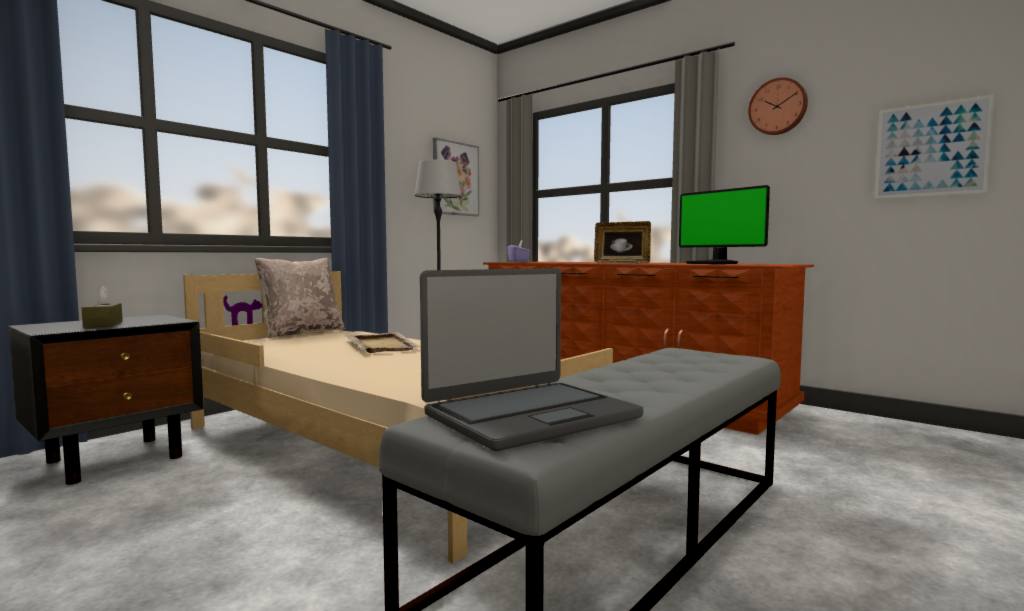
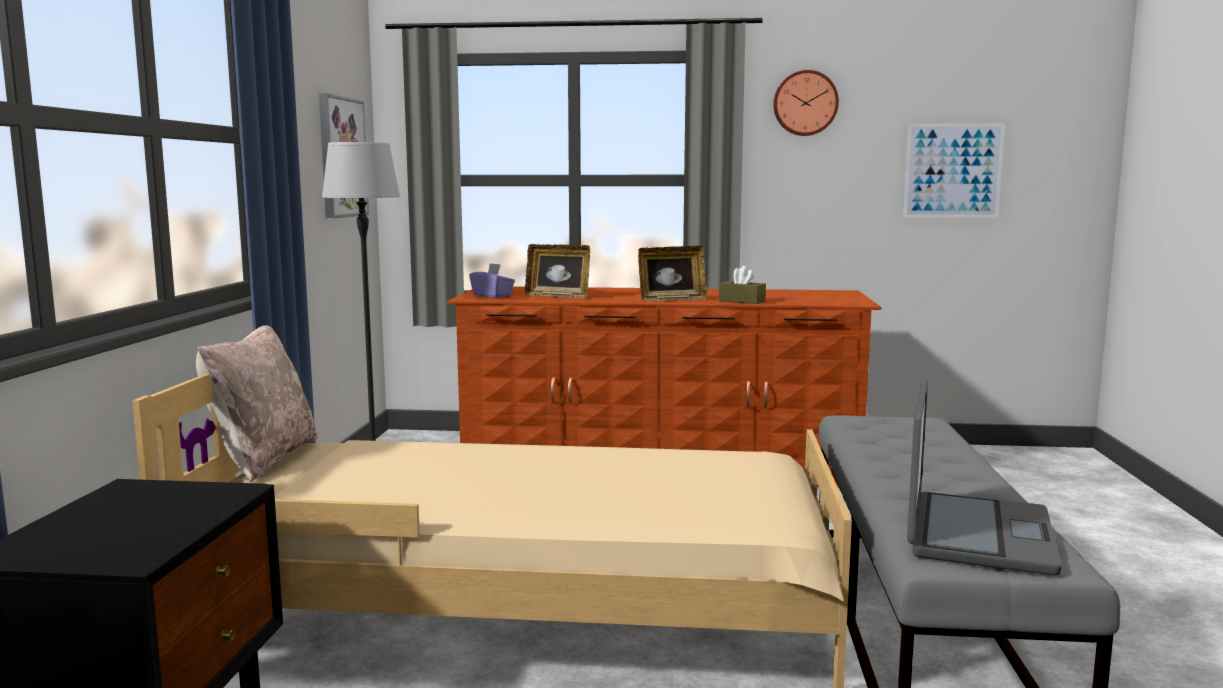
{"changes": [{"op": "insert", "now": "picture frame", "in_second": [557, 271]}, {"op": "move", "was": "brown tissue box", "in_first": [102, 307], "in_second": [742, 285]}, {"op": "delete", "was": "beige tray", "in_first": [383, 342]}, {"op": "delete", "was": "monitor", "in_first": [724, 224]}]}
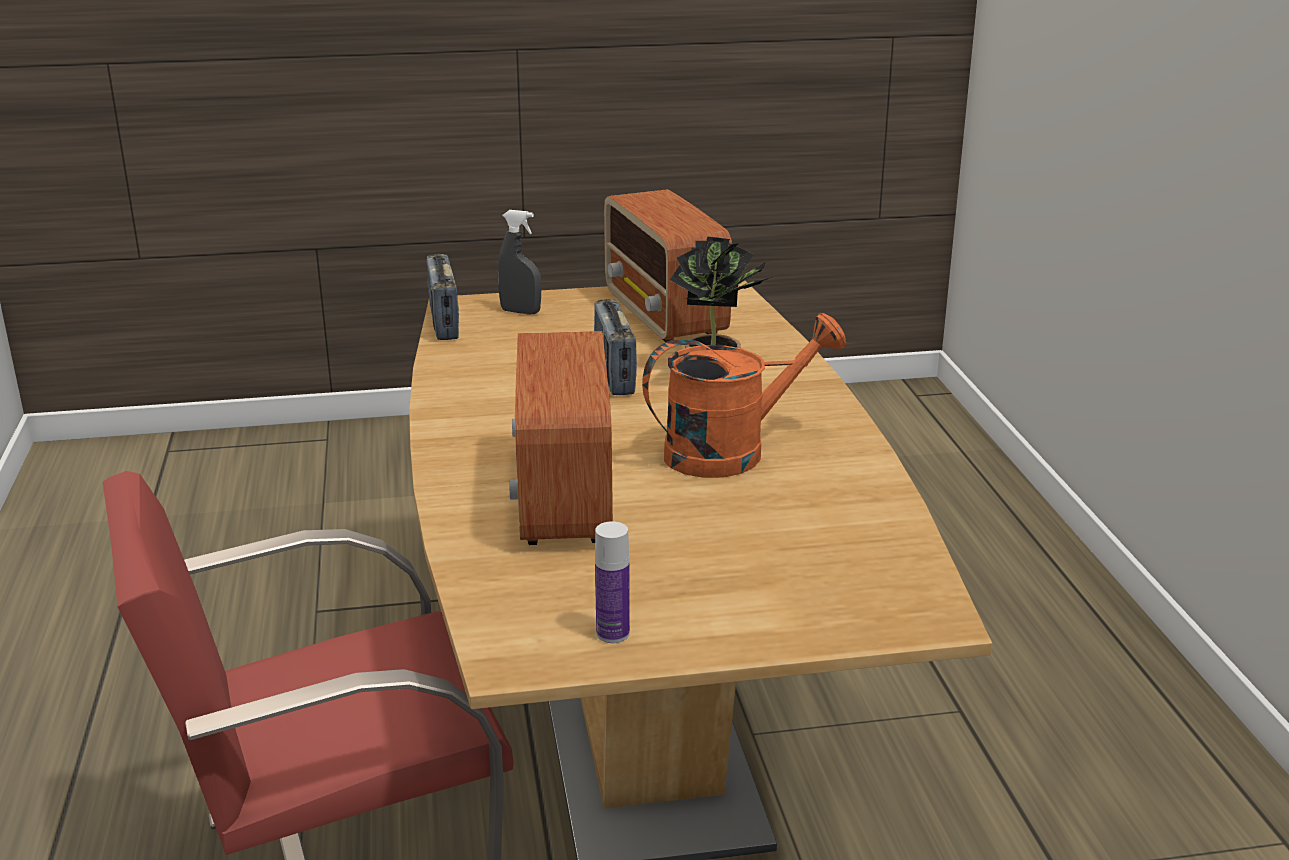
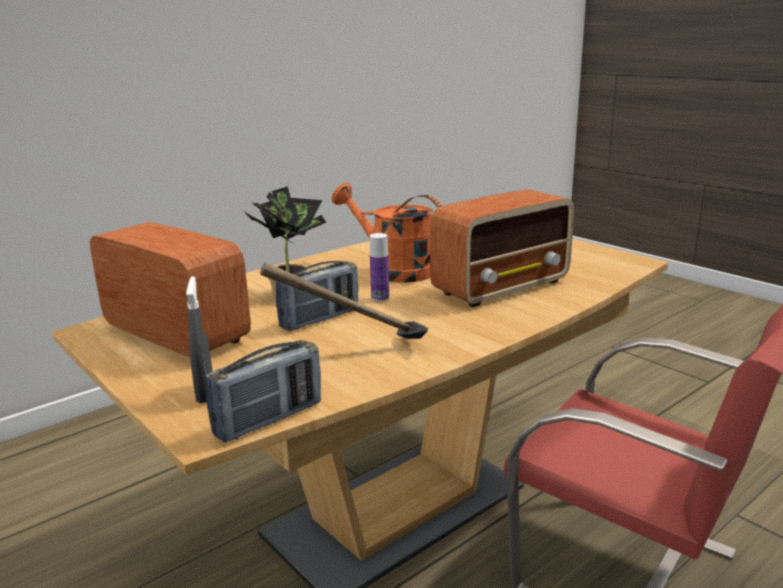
{"changes": [{"op": "rotate", "was": "radio", "in_first": [668, 265], "in_second": [170, 289], "clockwise": -90}, {"op": "insert", "now": "hammer", "in_second": [344, 300]}, {"op": "move", "was": "bottle", "in_first": [612, 582], "in_second": [379, 267]}]}
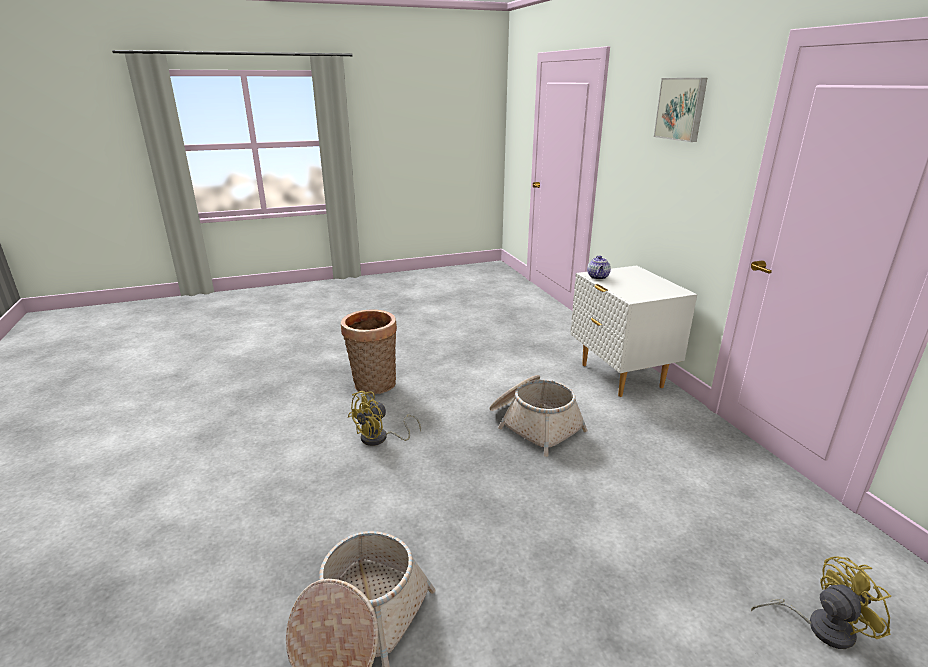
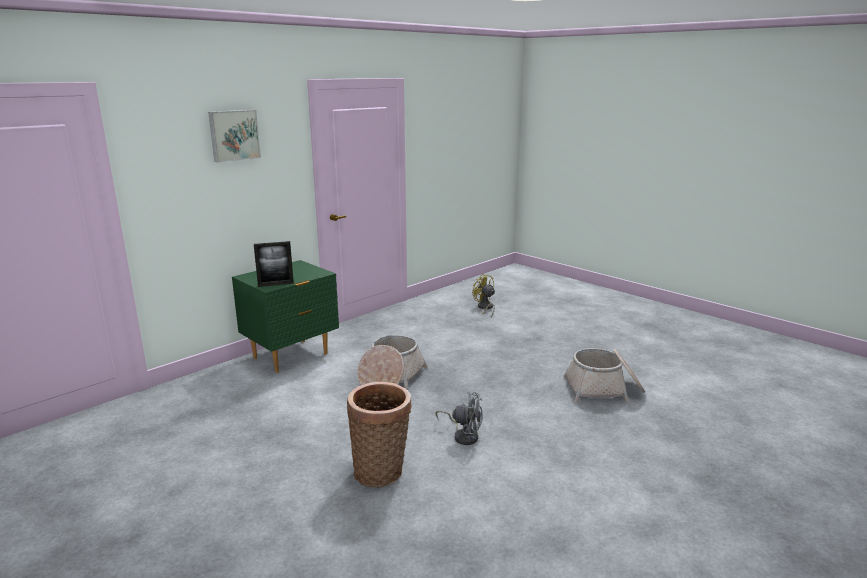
{"changes": [{"op": "recolor", "was": "white nightstand", "now": "green nightstand", "in_first": [634, 331], "in_second": [285, 316]}, {"op": "replace", "was": "teapot", "now": "picture frame", "in_first": [599, 268], "in_second": [274, 264]}, {"op": "recolor", "was": "yellow fan", "now": "grey fan", "in_first": [384, 418], "in_second": [459, 418]}]}
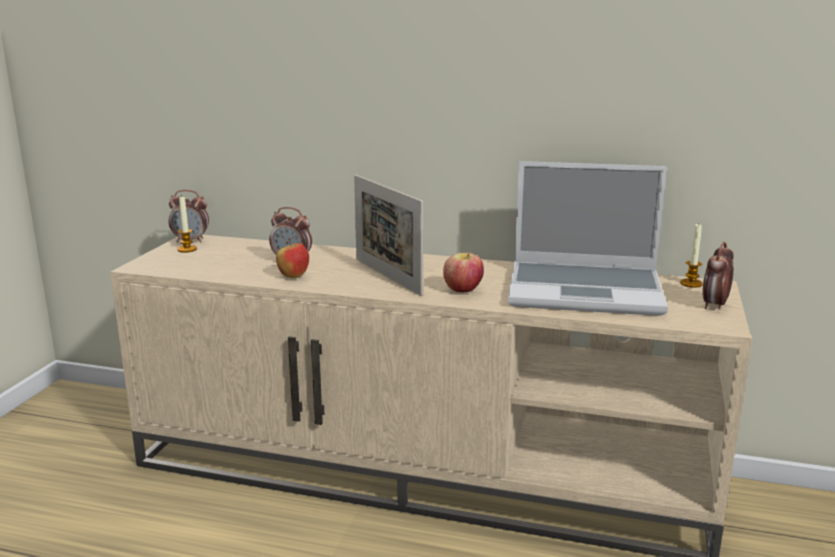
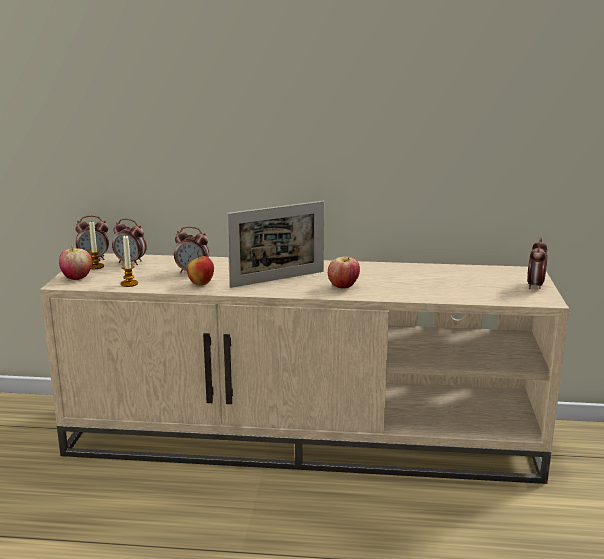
{"changes": [{"op": "insert", "now": "apple", "in_second": [75, 262]}, {"op": "insert", "now": "alarm clock", "in_second": [129, 242]}, {"op": "move", "was": "candle", "in_first": [691, 256], "in_second": [129, 261]}, {"op": "rotate", "was": "picture frame", "in_first": [388, 235], "in_second": [275, 244], "clockwise": -75}, {"op": "delete", "was": "laptop", "in_first": [588, 238]}]}
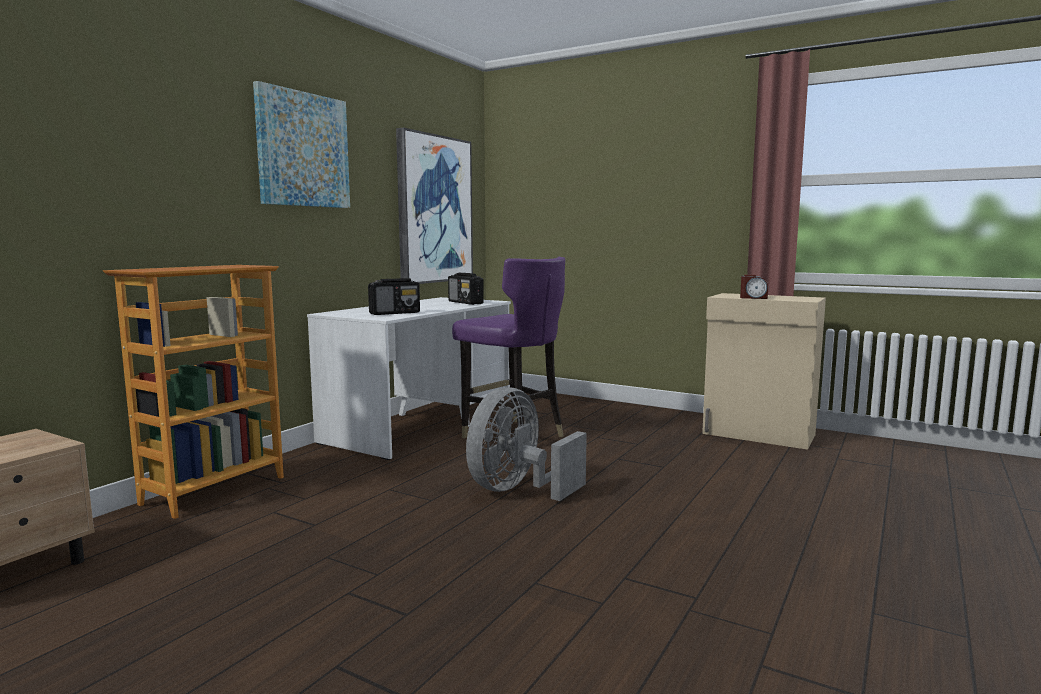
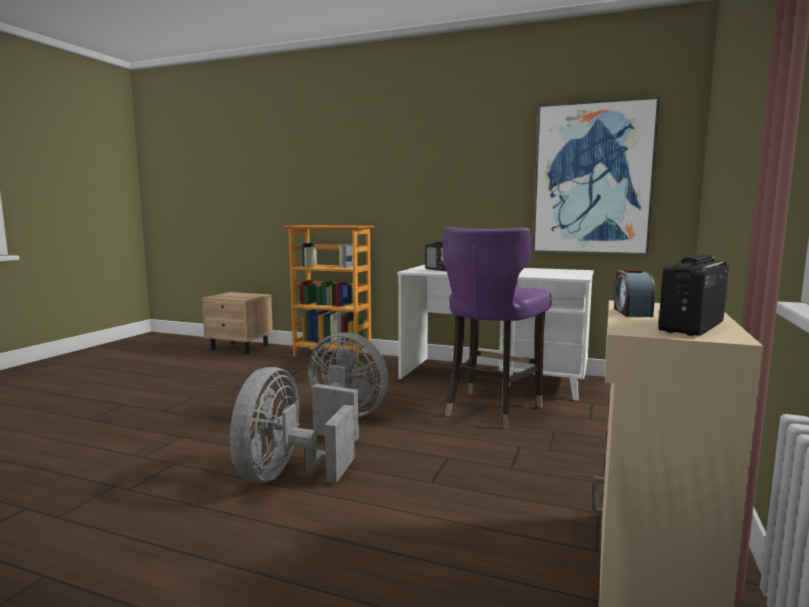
{"changes": [{"op": "insert", "now": "grey fan", "in_second": [292, 425]}, {"op": "move", "was": "radio", "in_first": [466, 289], "in_second": [693, 295]}, {"op": "delete", "was": "picture", "in_first": [301, 144]}]}
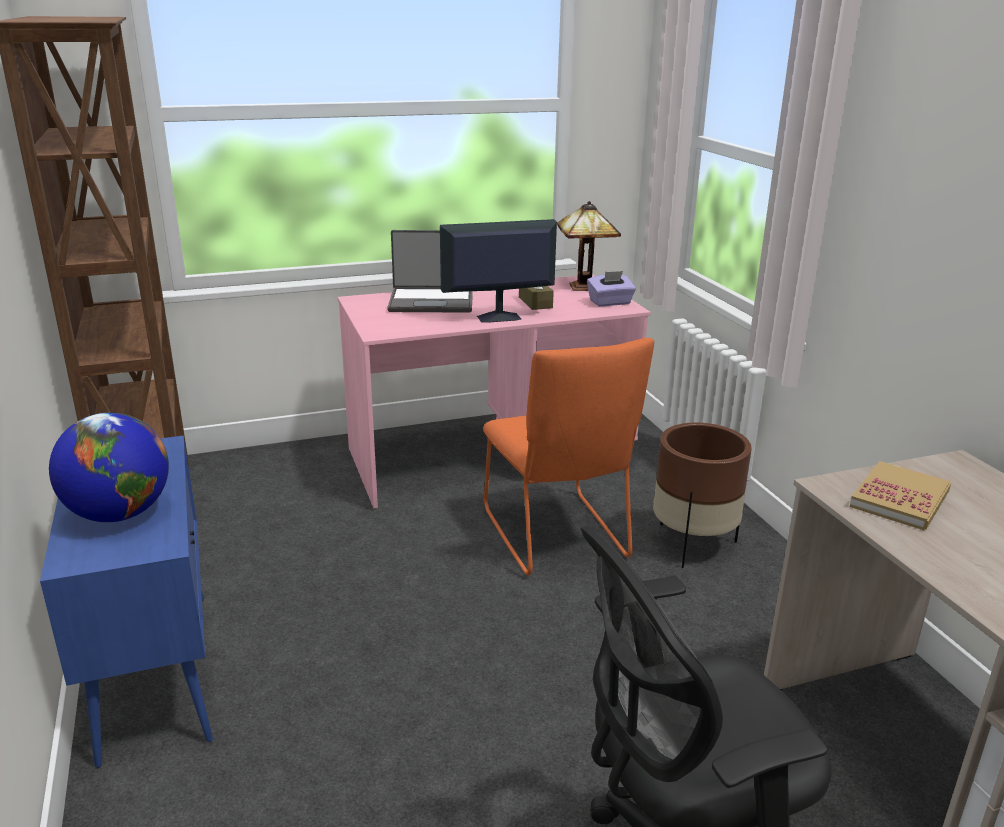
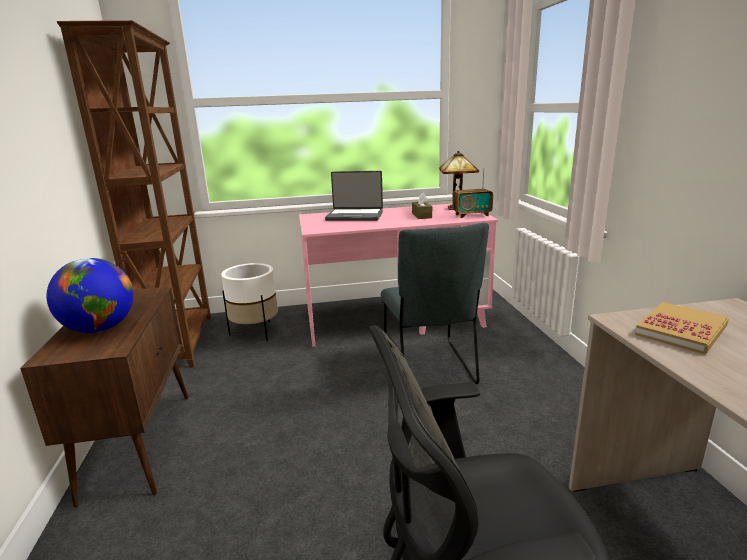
{"changes": [{"op": "recolor", "was": "blue cabinet", "now": "brown cabinet", "in_first": [126, 601], "in_second": [104, 396]}, {"op": "insert", "now": "white planter", "in_second": [249, 302]}, {"op": "recolor", "was": "orange chair", "now": "grey chair", "in_first": [568, 457], "in_second": [435, 303]}, {"op": "replace", "was": "purple tissue box", "now": "radio", "in_first": [611, 289], "in_second": [472, 193]}, {"op": "delete", "was": "monitor", "in_first": [498, 271]}, {"op": "delete", "was": "brown planter", "in_first": [702, 495]}]}
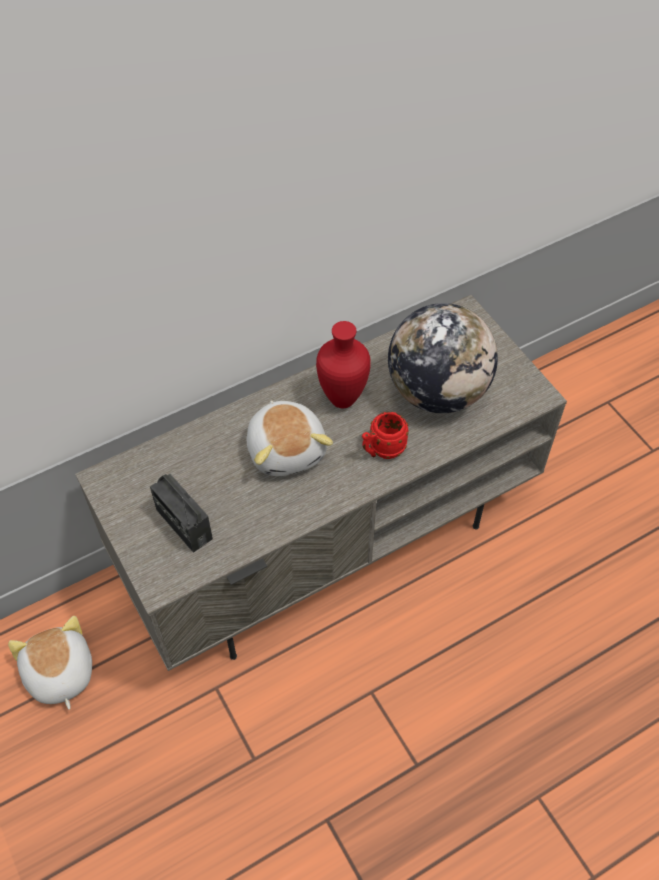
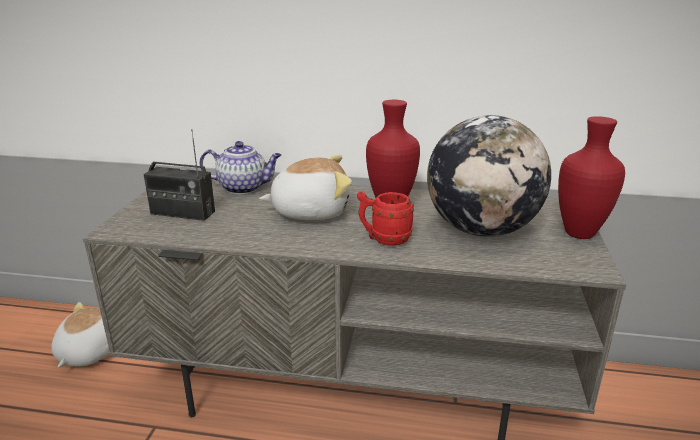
{"changes": [{"op": "rotate", "was": "radio", "in_first": [181, 513], "in_second": [179, 175], "clockwise": -75}, {"op": "insert", "now": "teapot", "in_second": [240, 167]}, {"op": "rotate", "was": "plush toy", "in_first": [290, 438], "in_second": [305, 187], "clockwise": -120}, {"op": "insert", "now": "red vase", "in_second": [591, 177]}]}
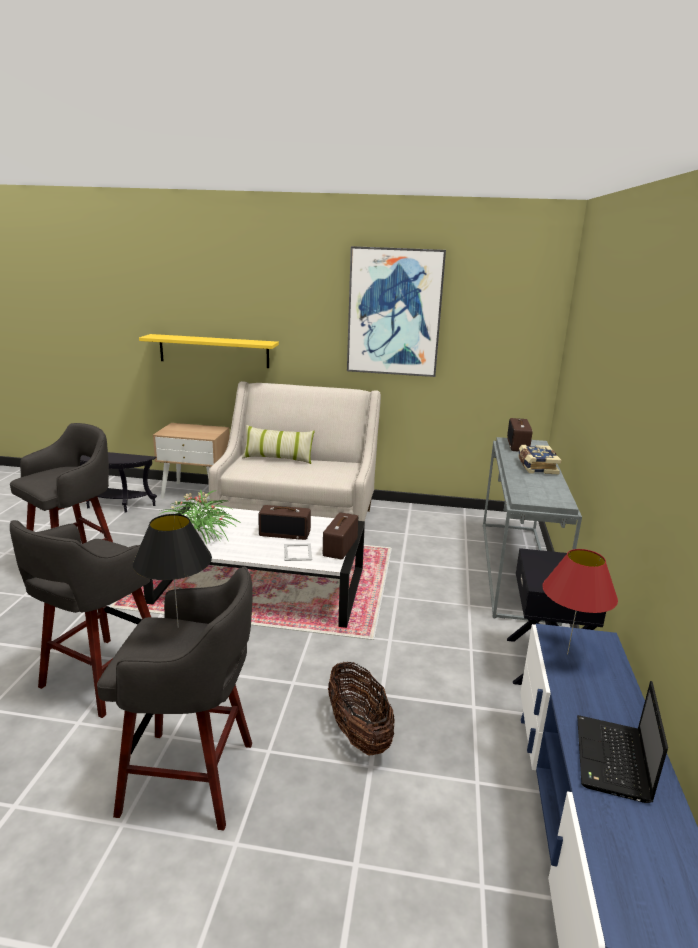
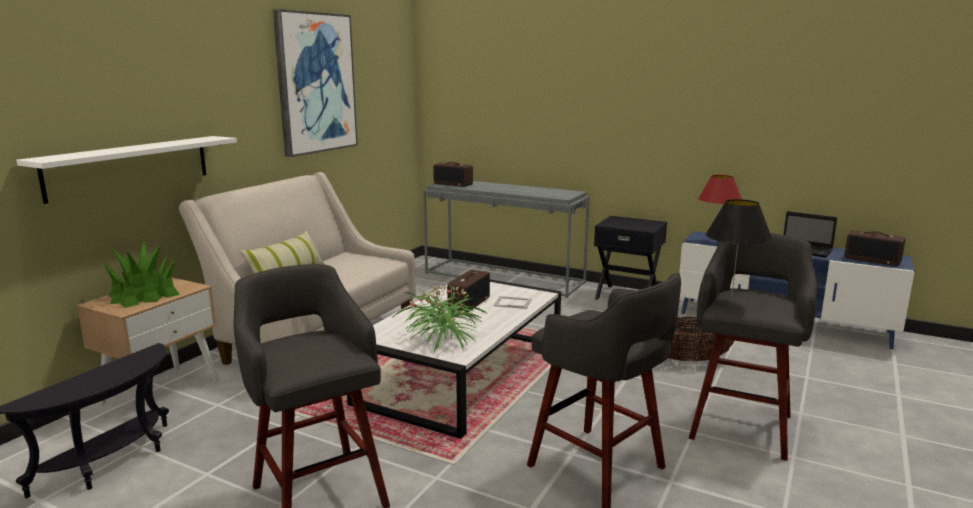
{"changes": [{"op": "recolor", "was": "yellow shelf", "now": "white shelf", "in_first": [209, 351], "in_second": [126, 170]}, {"op": "insert", "now": "potted plant", "in_second": [141, 274]}, {"op": "move", "was": "radio", "in_first": [340, 536], "in_second": [875, 248]}, {"op": "delete", "was": "book", "in_first": [540, 459]}]}
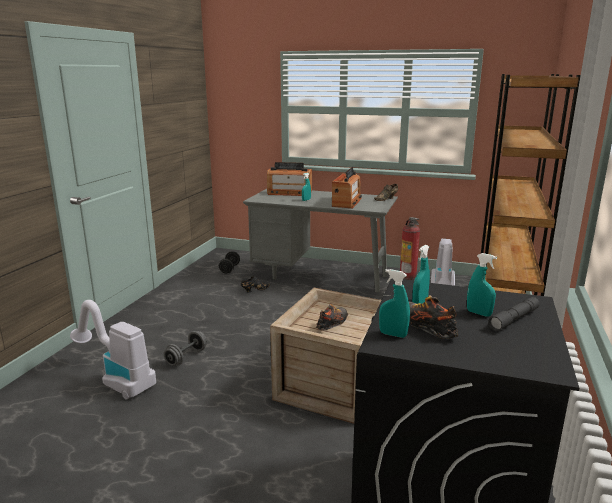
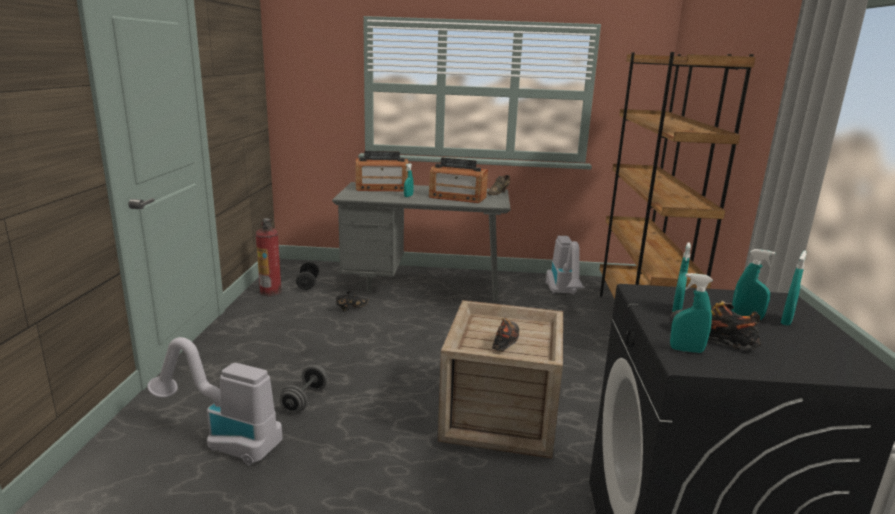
{"changes": [{"op": "move", "was": "fire extinguisher", "in_first": [410, 248], "in_second": [269, 257]}, {"op": "rotate", "was": "radio", "in_first": [347, 187], "in_second": [458, 180], "clockwise": 105}, {"op": "replace", "was": "grey flashlight", "now": "turquoise spray bottle", "in_first": [514, 314], "in_second": [793, 288]}]}
